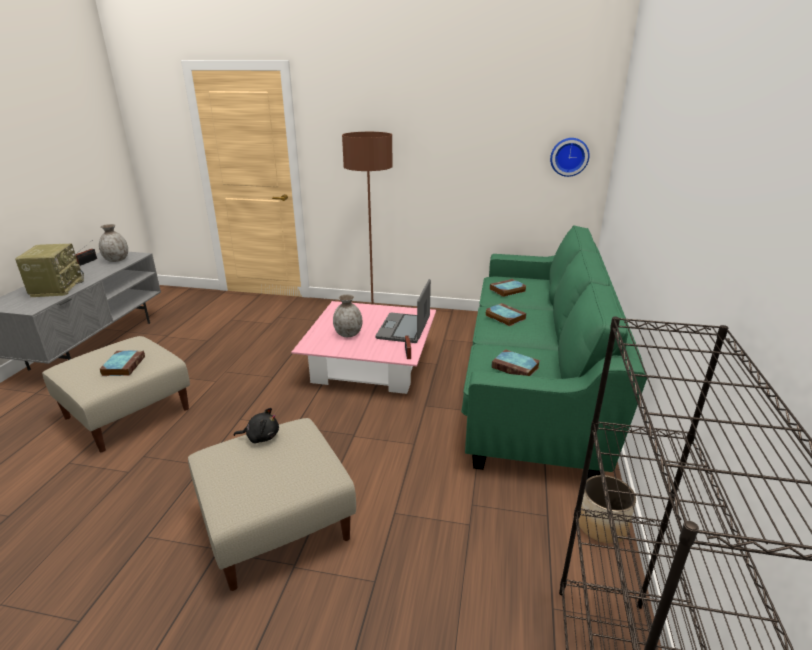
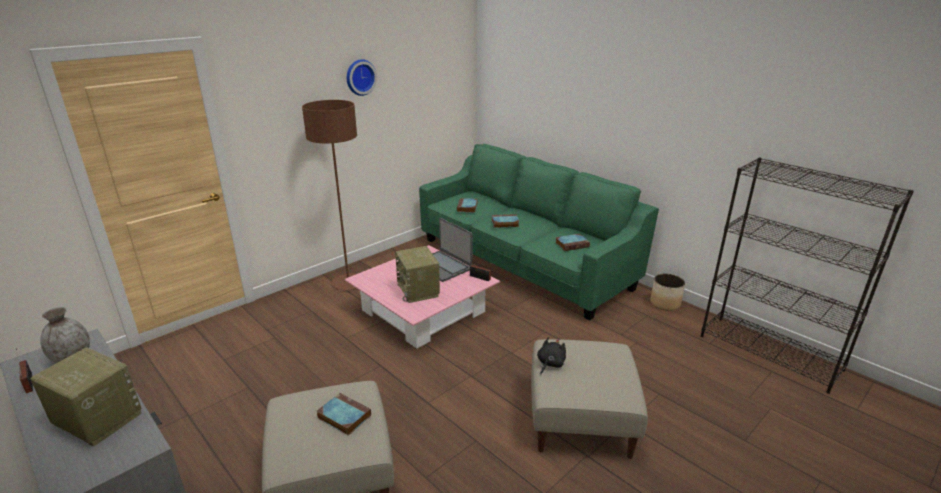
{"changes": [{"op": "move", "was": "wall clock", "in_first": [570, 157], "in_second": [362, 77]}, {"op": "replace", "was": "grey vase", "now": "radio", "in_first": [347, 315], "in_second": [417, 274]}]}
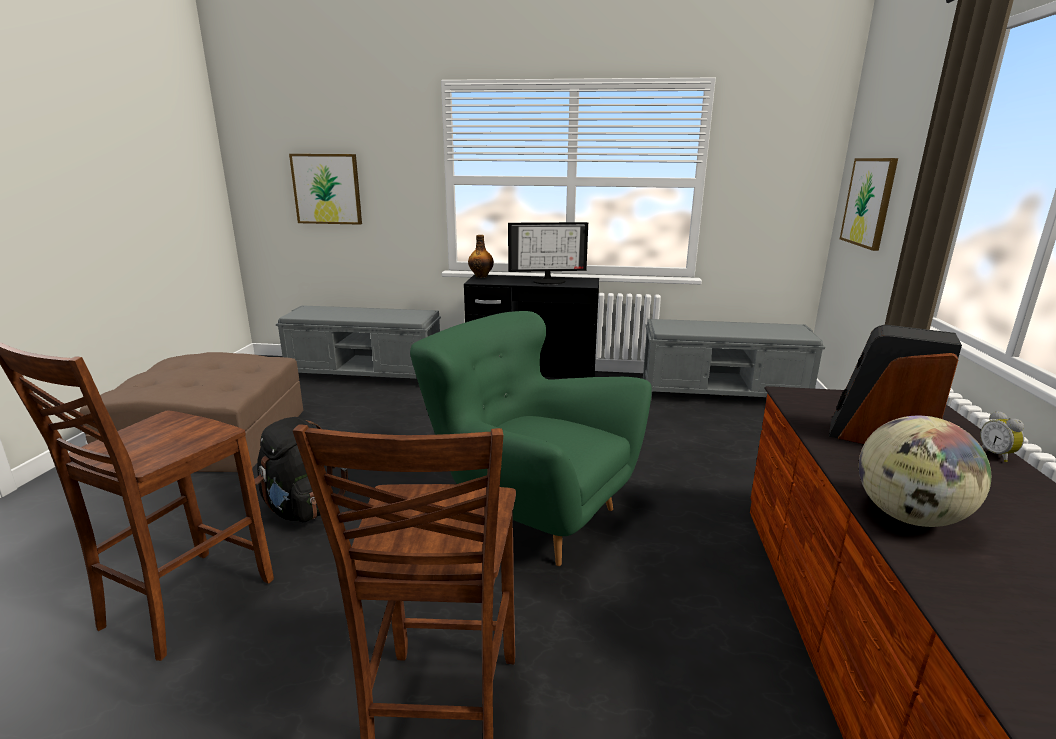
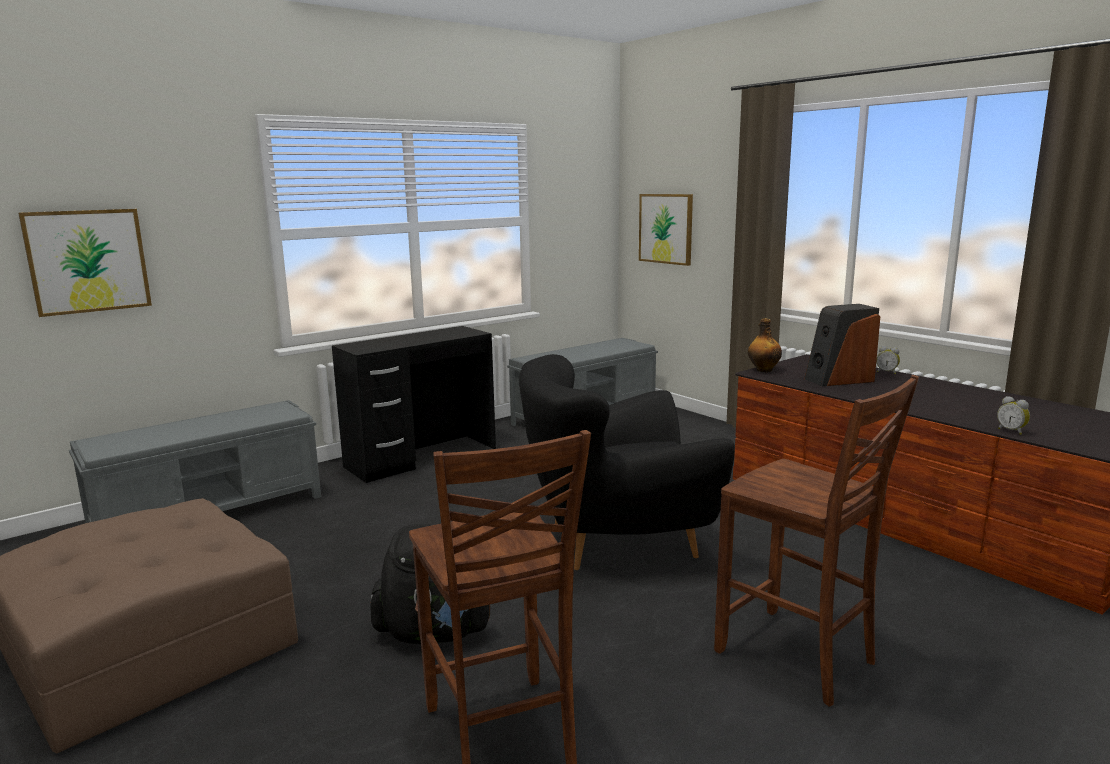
{"changes": [{"op": "recolor", "was": "green armchair", "now": "black armchair", "in_first": [531, 438], "in_second": [627, 462]}, {"op": "move", "was": "bottle", "in_first": [481, 256], "in_second": [765, 345]}, {"op": "insert", "now": "alarm clock", "in_second": [1013, 415]}, {"op": "delete", "was": "monitor", "in_first": [548, 253]}, {"op": "delete", "was": "globe", "in_first": [925, 471]}]}
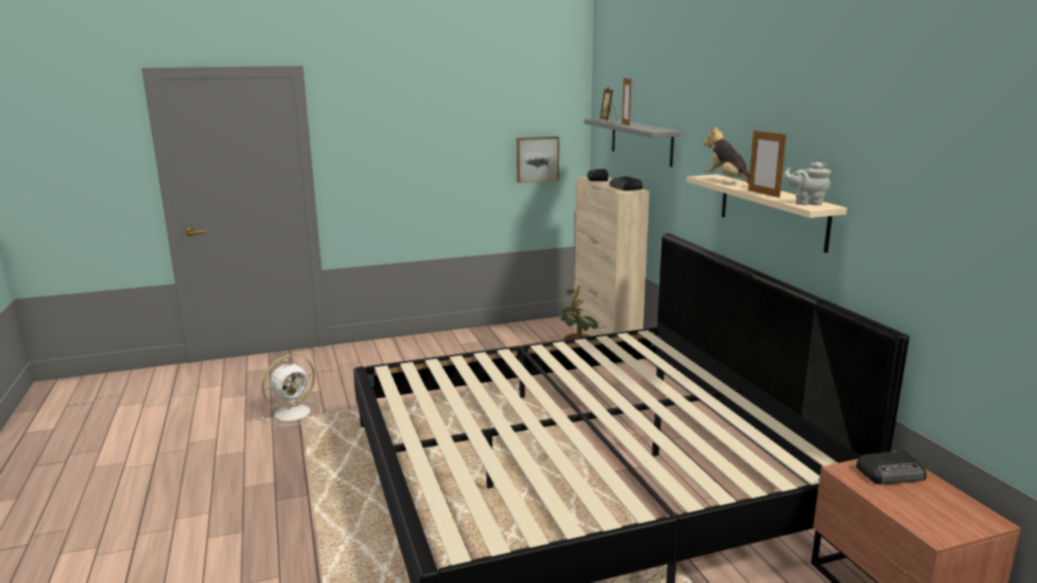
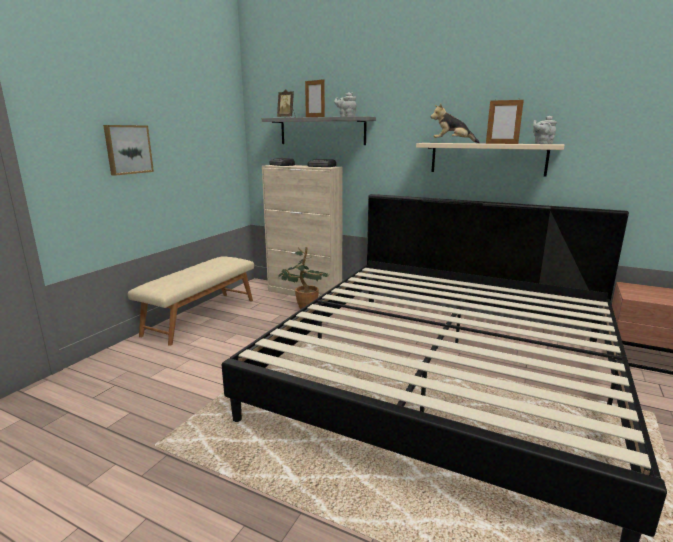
{"changes": [{"op": "move", "was": "picture", "in_first": [537, 159], "in_second": [128, 150]}, {"op": "insert", "now": "beige bench", "in_second": [191, 301]}, {"op": "insert", "now": "grey teapot", "in_second": [345, 104]}, {"op": "delete", "was": "white fan", "in_first": [291, 390]}, {"op": "delete", "was": "radio", "in_first": [891, 468]}]}
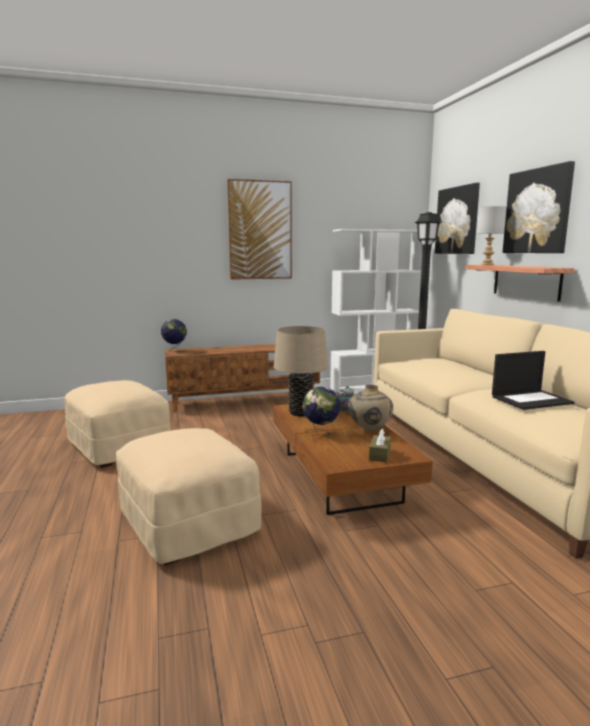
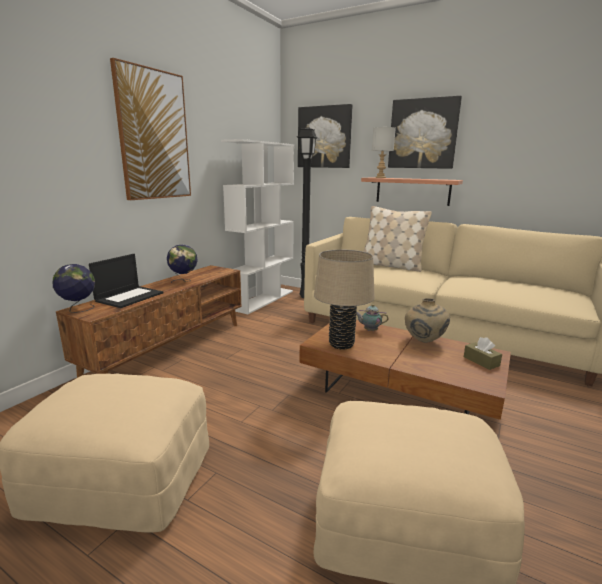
{"changes": [{"op": "move", "was": "laptop", "in_first": [533, 380], "in_second": [126, 281]}, {"op": "move", "was": "globe", "in_first": [321, 411], "in_second": [182, 263]}, {"op": "insert", "now": "beige pillow", "in_second": [397, 239]}]}
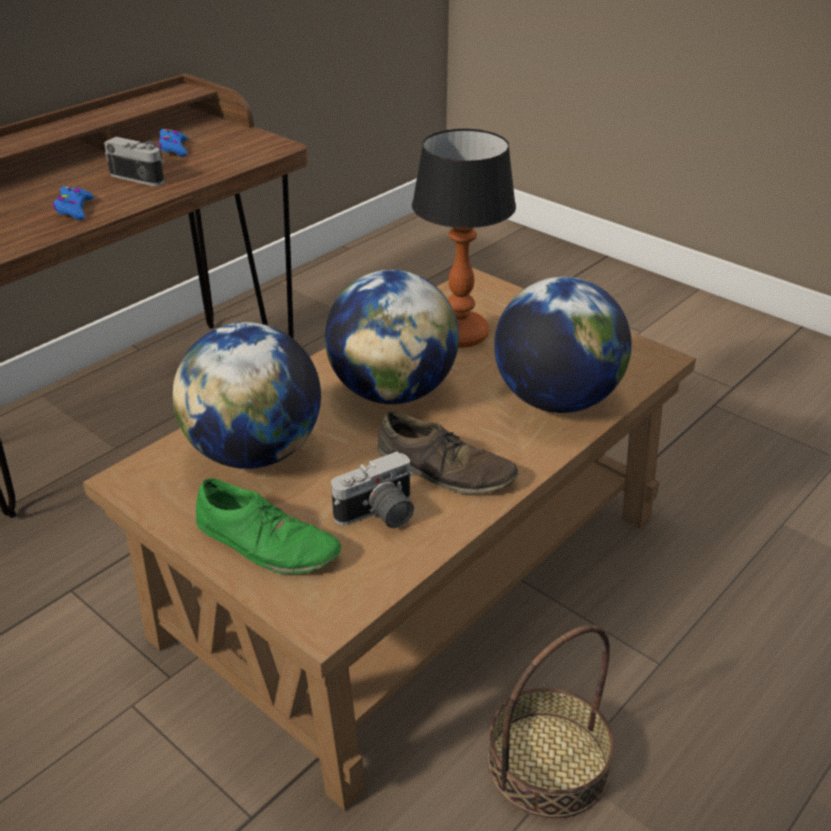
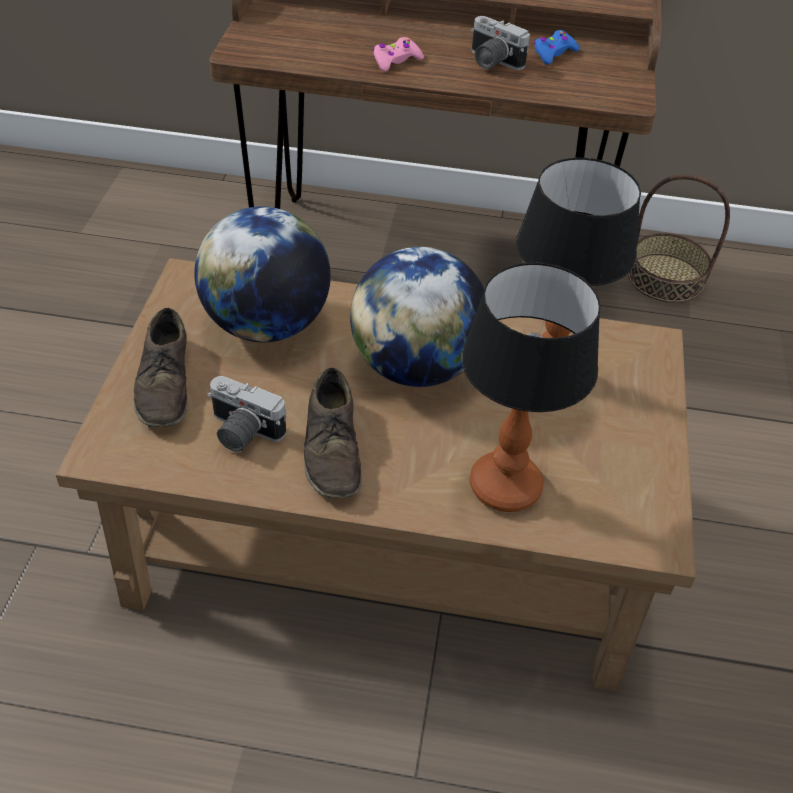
{"changes": [{"op": "recolor", "was": "green shoe", "now": "brown shoe", "in_first": [268, 526], "in_second": [161, 367]}, {"op": "recolor", "was": "blue game controller", "now": "pink game controller", "in_first": [73, 203], "in_second": [398, 54]}, {"op": "replace", "was": "globe", "now": "table lamp", "in_first": [563, 345], "in_second": [531, 387]}, {"op": "rotate", "was": "photo camera", "in_first": [134, 161], "in_second": [500, 43], "clockwise": 135}, {"op": "move", "was": "basket", "in_first": [551, 722], "in_second": [679, 239]}]}
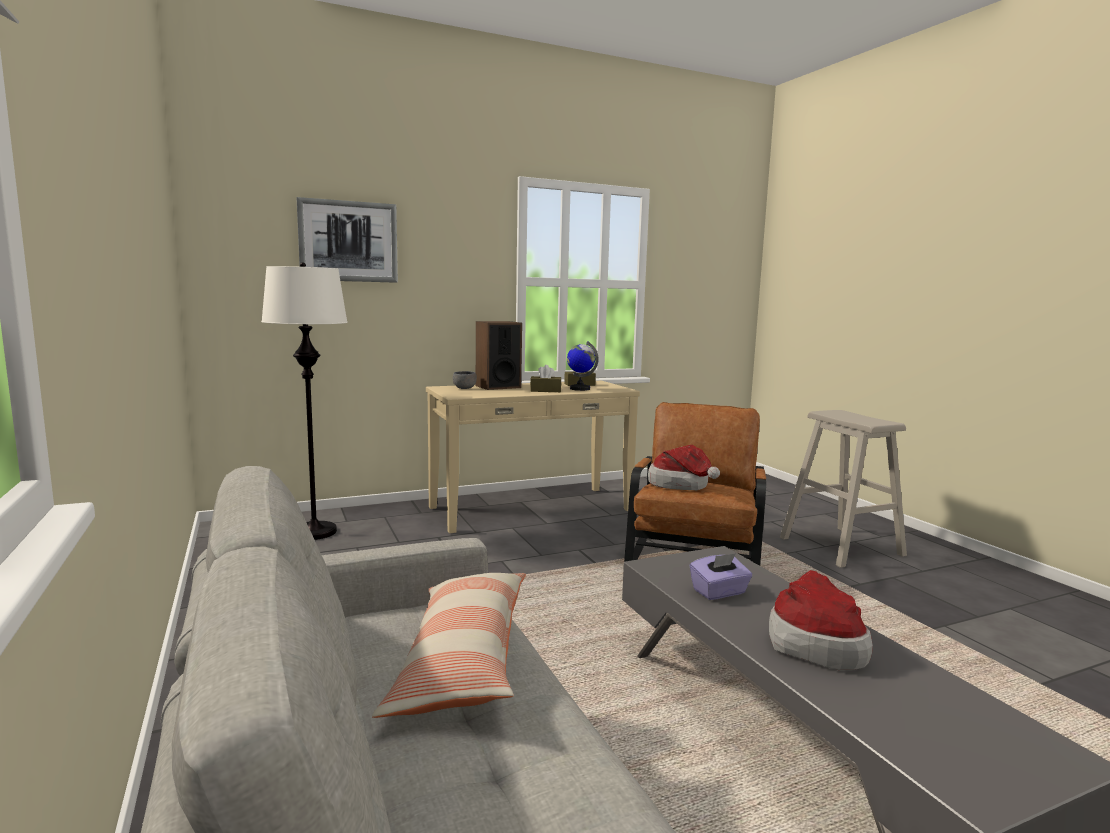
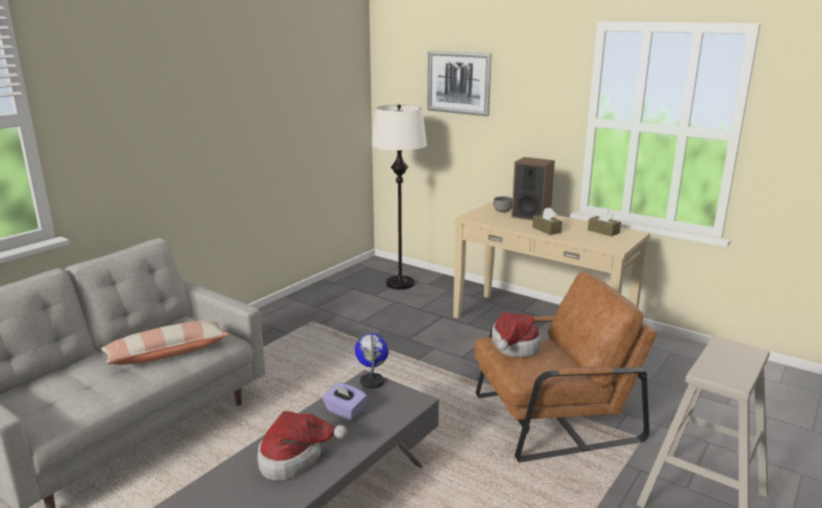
{"changes": [{"op": "move", "was": "globe", "in_first": [583, 366], "in_second": [372, 361]}]}
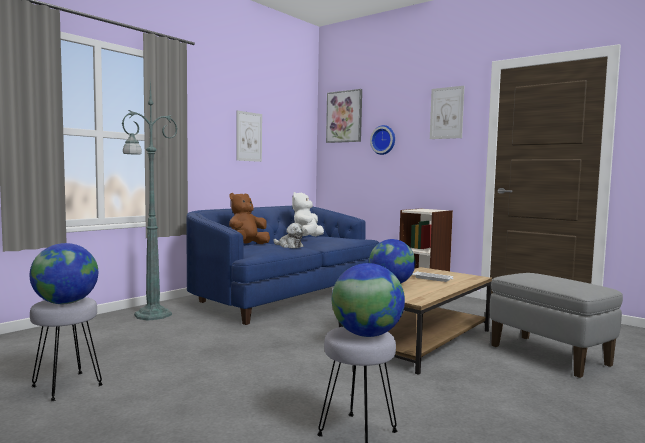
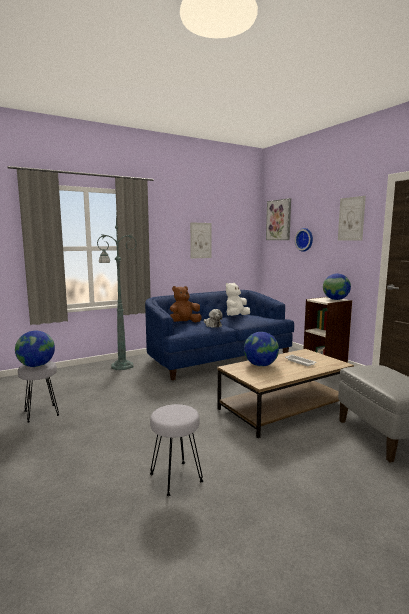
{"changes": [{"op": "move", "was": "globe", "in_first": [368, 300], "in_second": [337, 287]}]}
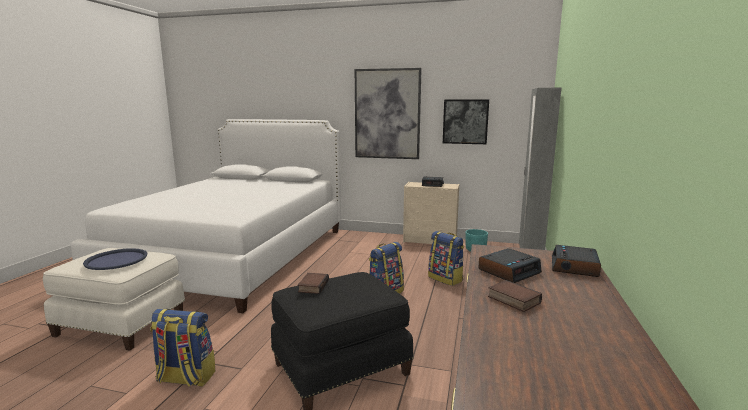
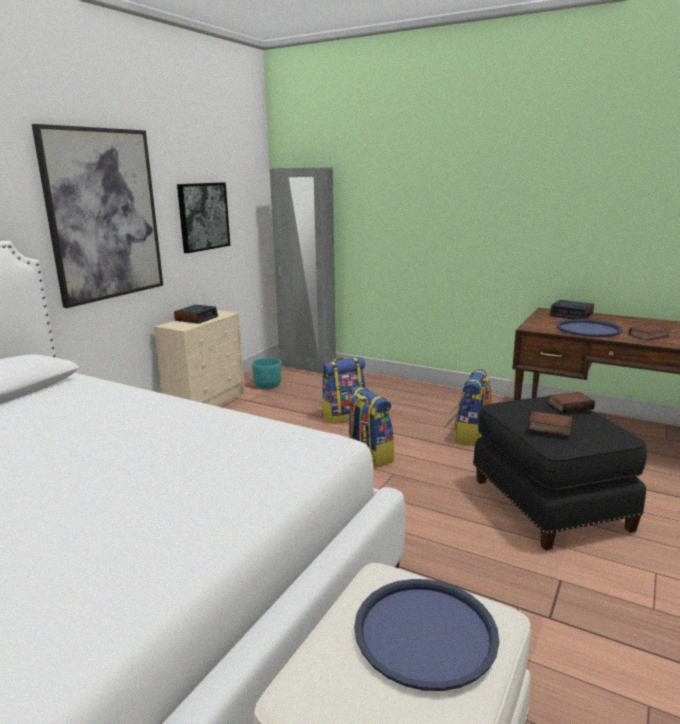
{"changes": [{"op": "move", "was": "backpack", "in_first": [182, 348], "in_second": [473, 407]}, {"op": "insert", "now": "book", "in_second": [571, 402]}, {"op": "replace", "was": "alarm clock", "now": "blue tray", "in_first": [510, 265], "in_second": [589, 328]}]}
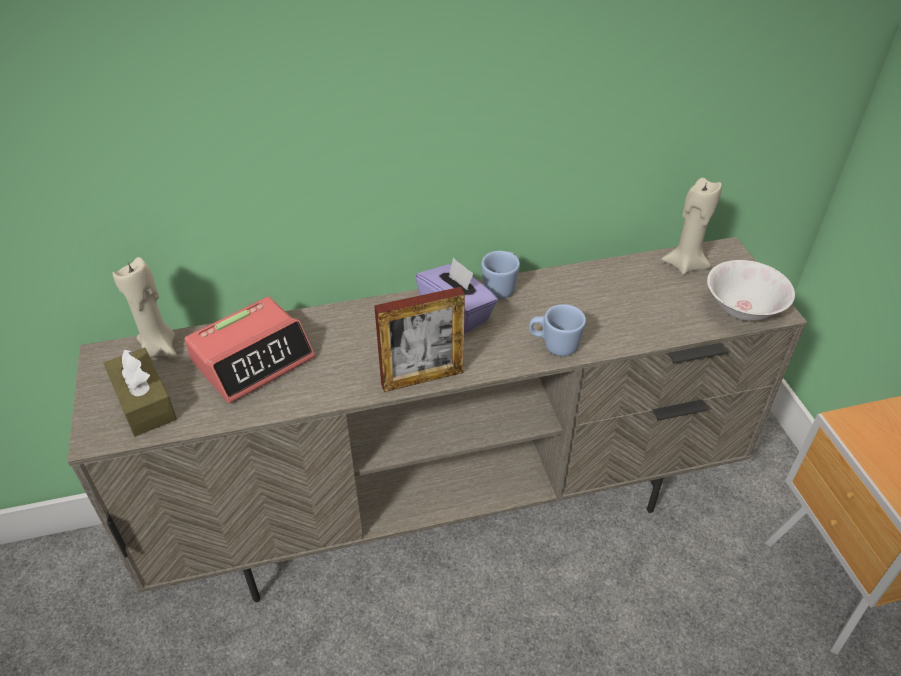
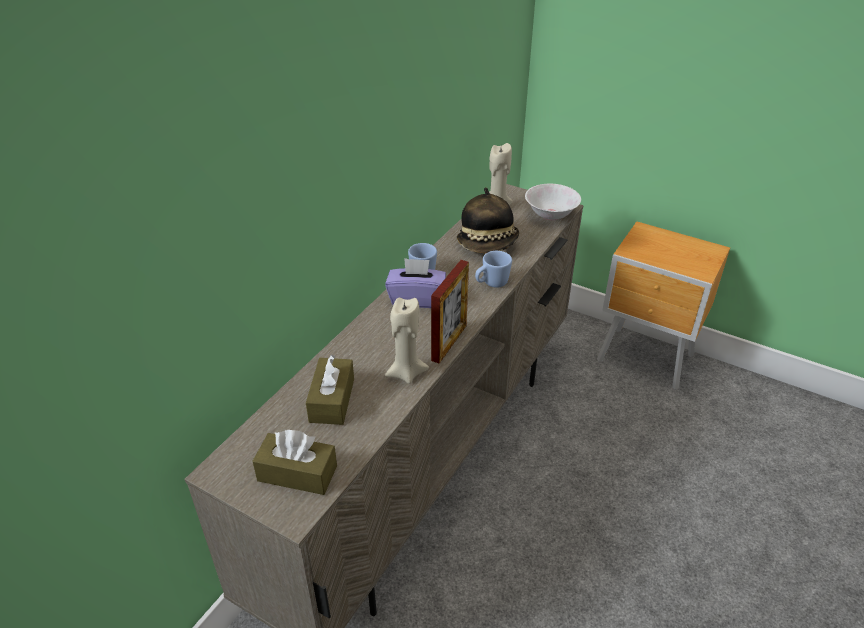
{"changes": [{"op": "replace", "was": "alarm clock", "now": "brown tissue box", "in_first": [249, 350], "in_second": [330, 390]}, {"op": "move", "was": "beige candle", "in_first": [144, 307], "in_second": [407, 341]}, {"op": "insert", "now": "hat", "in_second": [488, 220]}]}
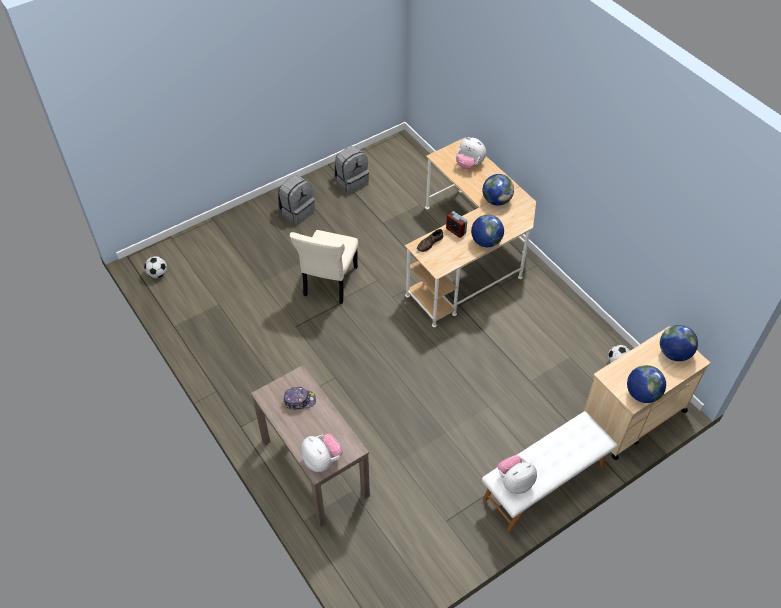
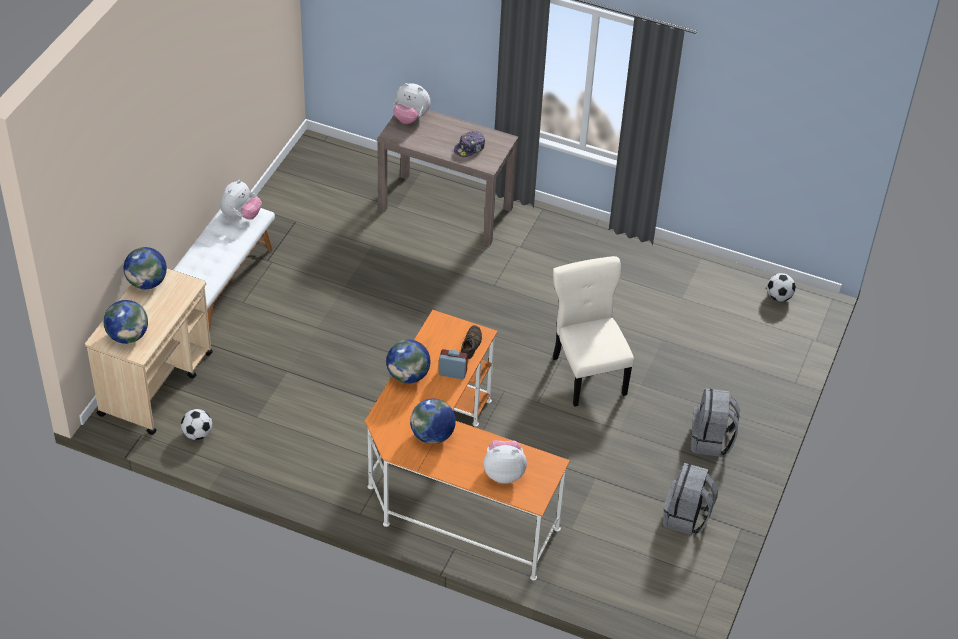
{"changes": [{"op": "recolor", "was": "beige desk", "now": "orange desk", "in_first": [470, 232], "in_second": [467, 445]}]}
